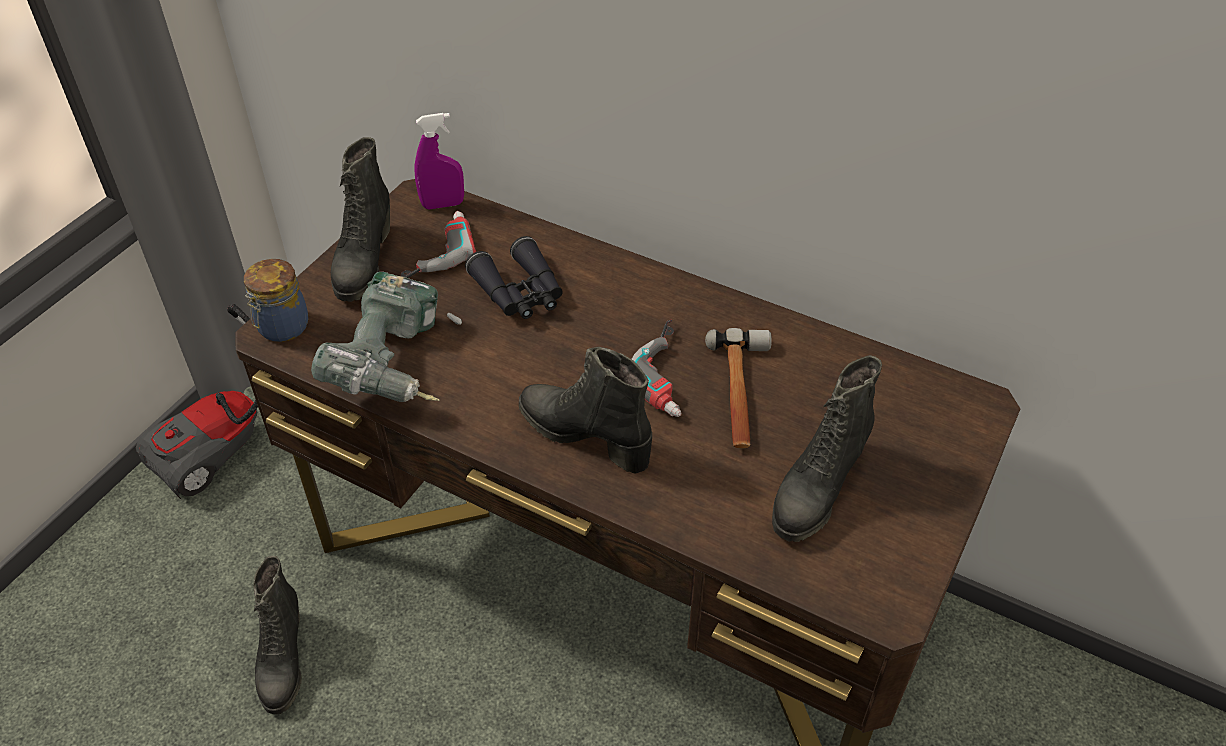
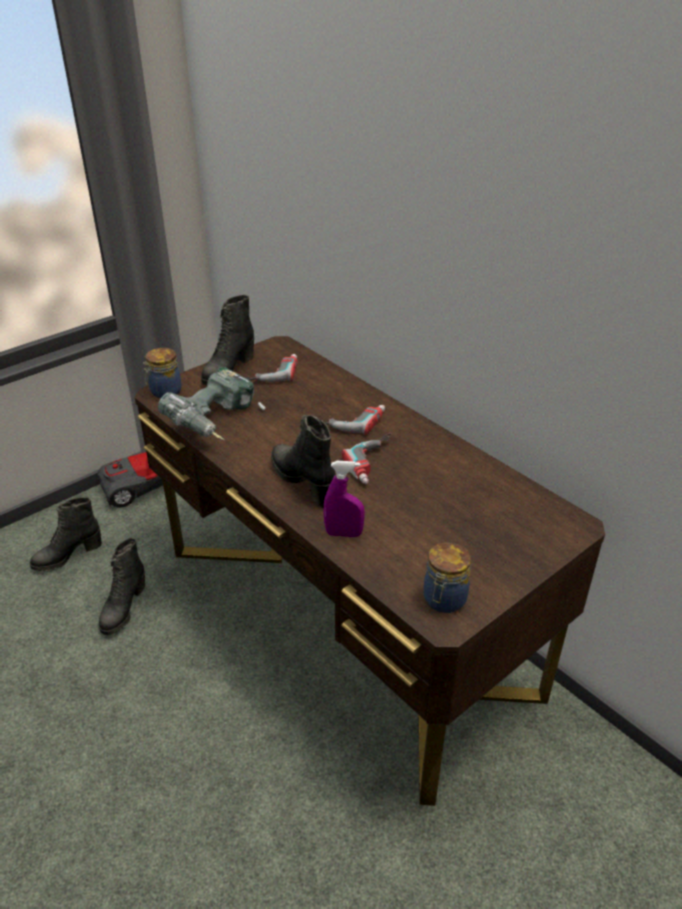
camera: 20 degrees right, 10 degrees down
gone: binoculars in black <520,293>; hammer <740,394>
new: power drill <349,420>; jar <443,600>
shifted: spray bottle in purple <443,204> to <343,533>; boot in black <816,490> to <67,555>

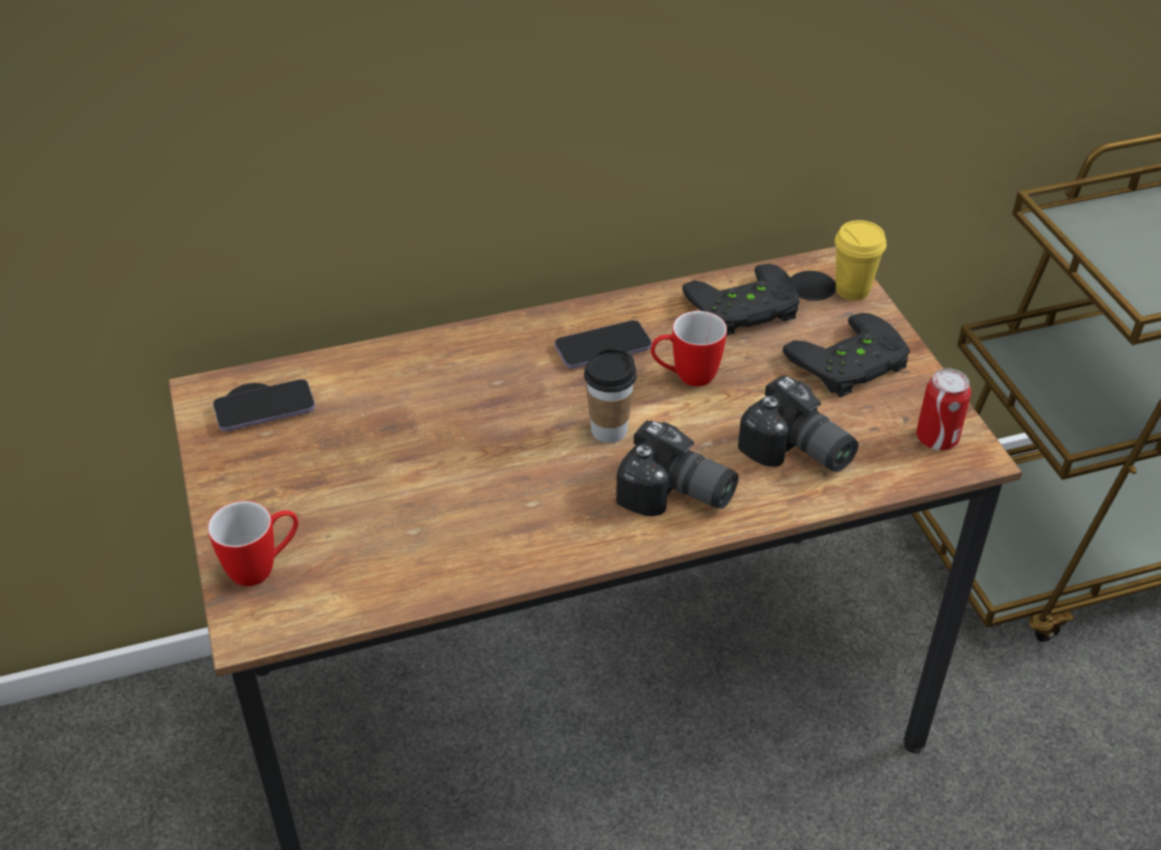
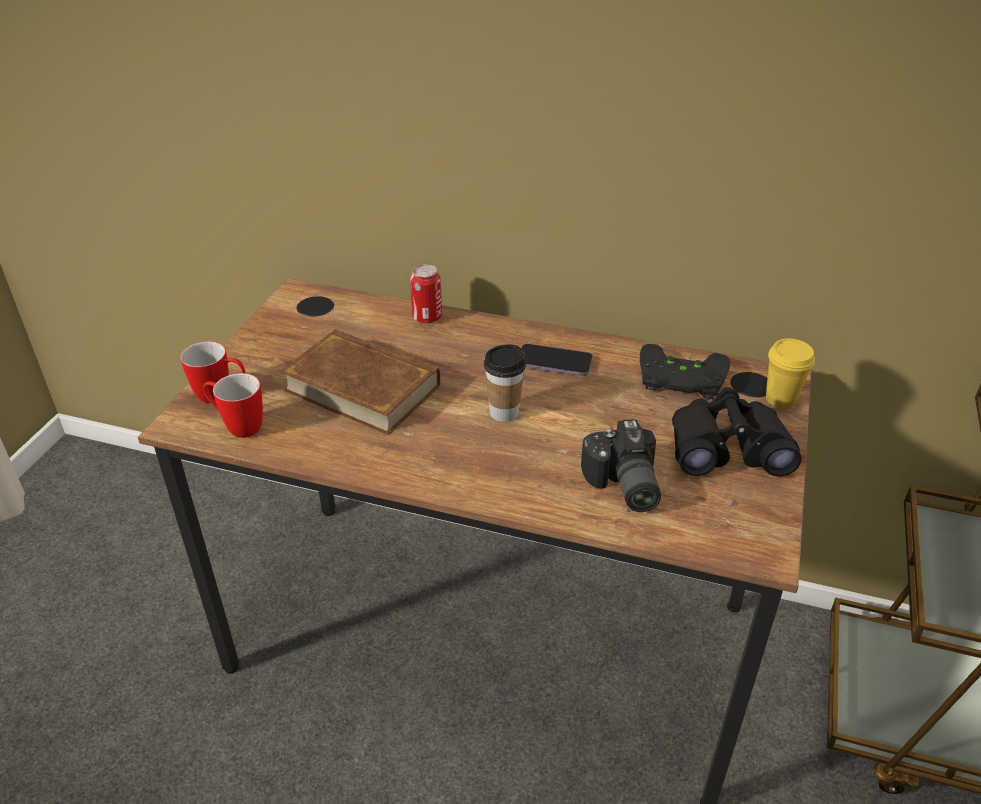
camera: 35 degrees right, 5 degrees down
gone: phone <264,408>; photo camera <676,495>
new: book in brown <362,387>
shifted: mug <685,377> to <237,426>; can <937,438> to <427,317>
swapped: game controller in black <852,365> to binoculars in black <727,448>

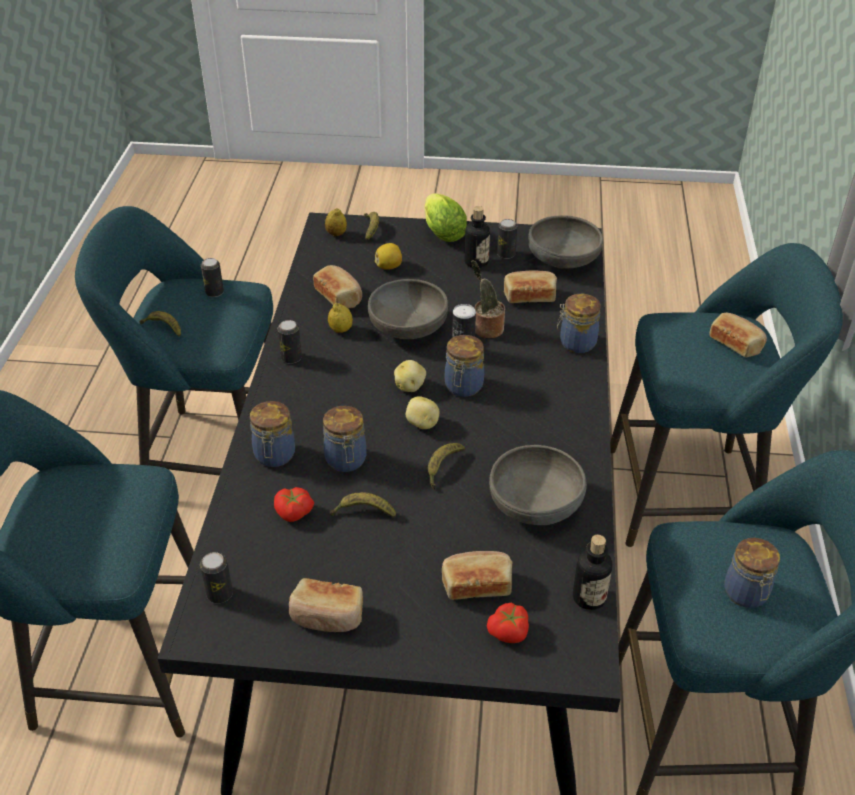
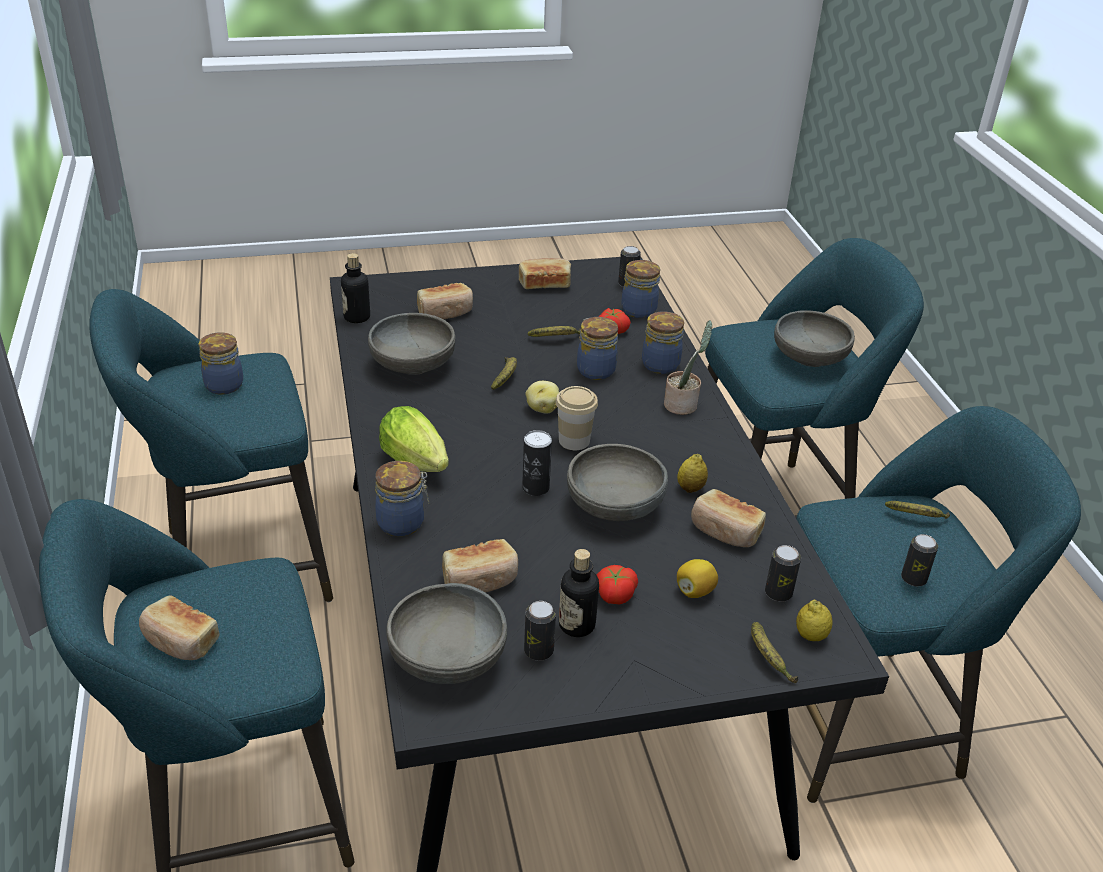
camera: 160 degrees right, 5 degrees down
new: bowl in grey <809,357>
shifted: can <291,358> to <778,593>; lettuce <441,231> to <418,464>; jar <463,387> to <638,309>; potted plant <486,329> to <683,404>; tomato <509,632> to <614,594>
swapped: potato <410,386> to cup <574,441>

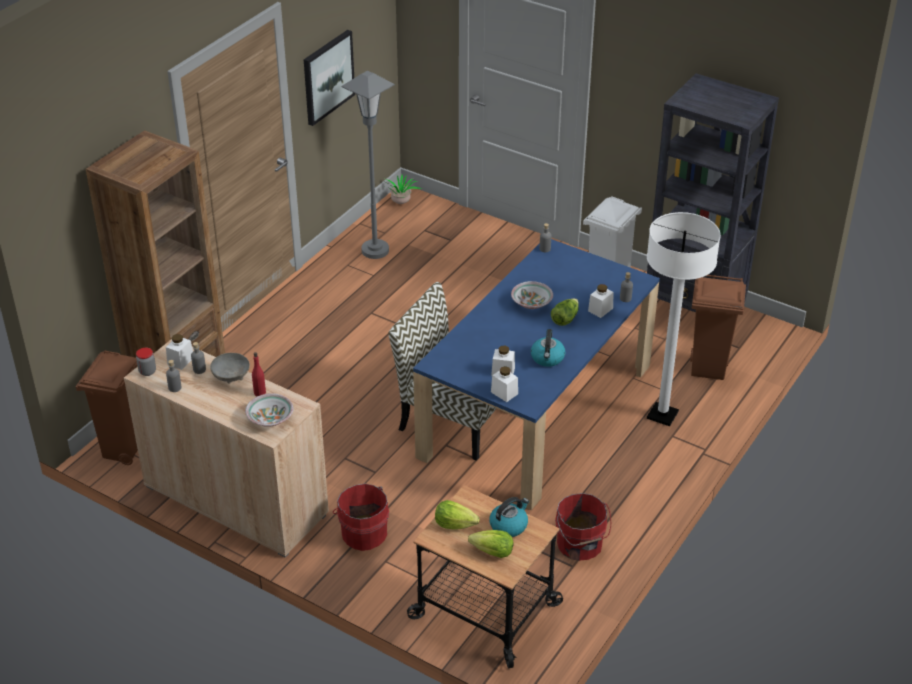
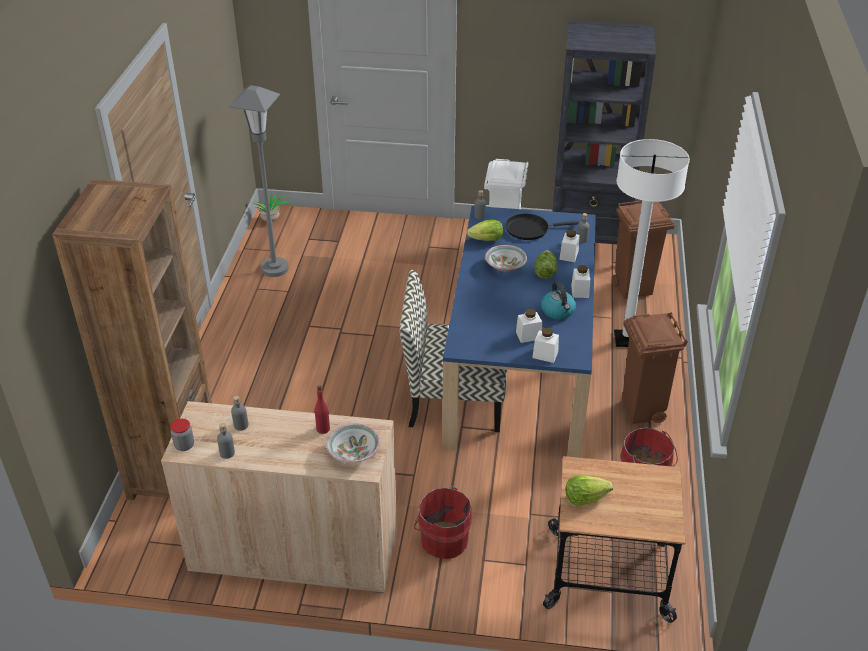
camera: 25 degrees left, 0 degrees up
gone: bowl in grey <230,377>; picture <327,77>; kettle <509,525>
new: frying pan in black <530,229>
shifted: trash can in brown <124,450> to <642,411>; jar in white <180,361> to <580,291>; lettuce <493,552> to <486,240>

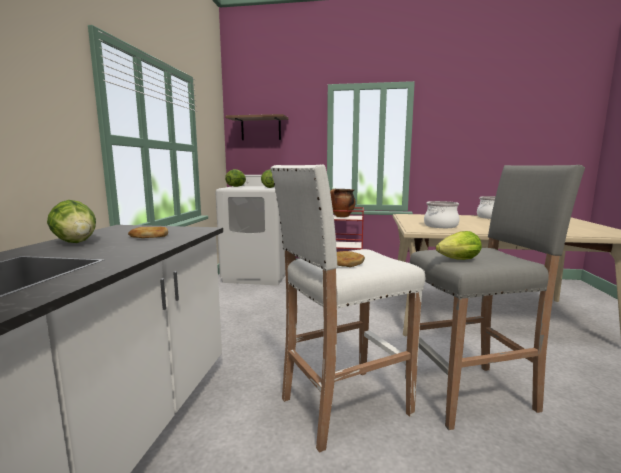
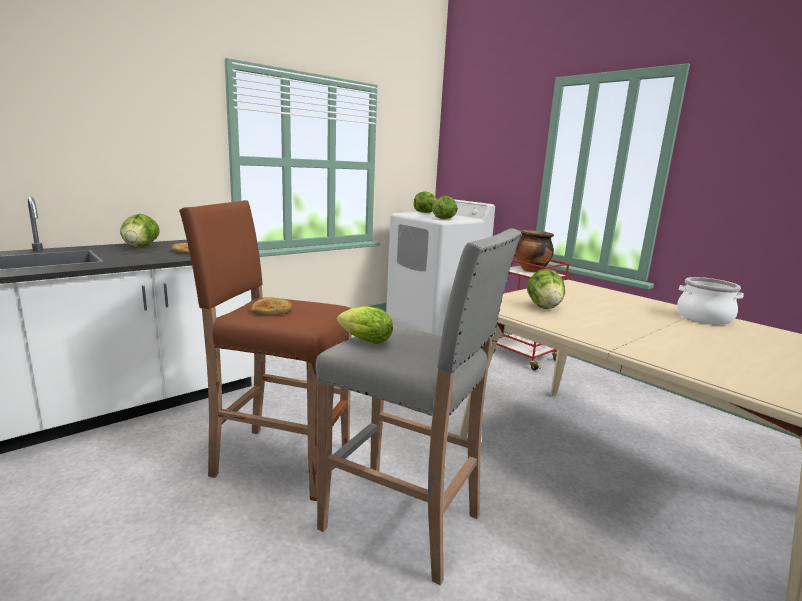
camera: 40 degrees right, 5 degrees up
gone: shelf <261,129>
swapped: cooking pot <440,226> to lettuce <544,307>
repainted: stool in white <342,407> to stool in brown <279,460>

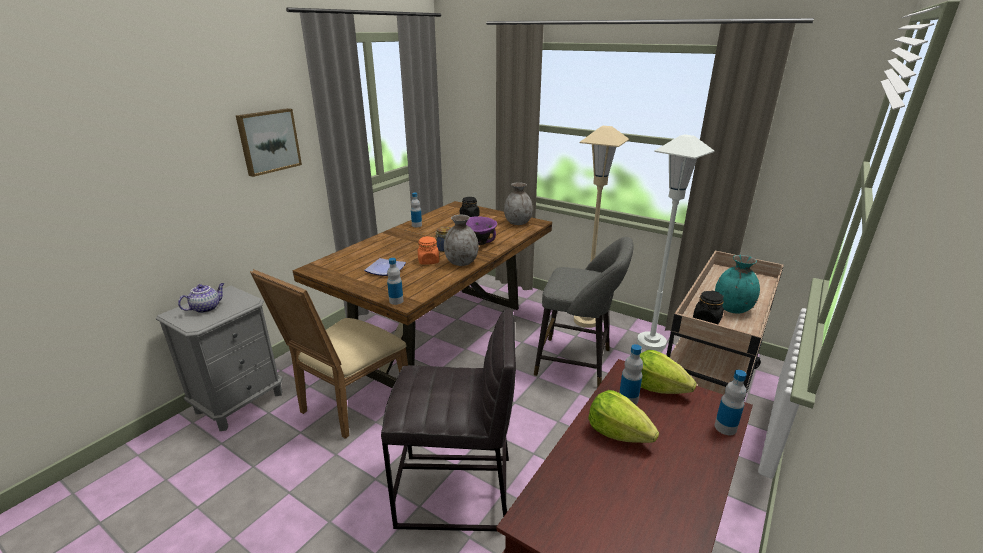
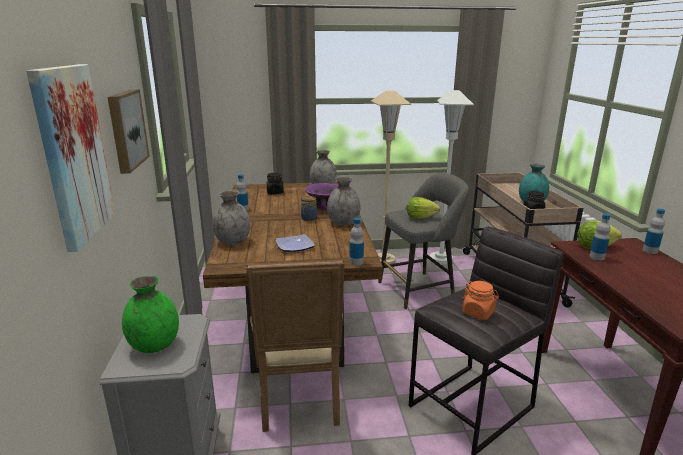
camera: 40 degrees left, 5 degrees down
new: picture <73,154>; vase in grey <233,241>
shifted: jar in orange <428,261> to <478,313>; lettuce <618,433> to <420,217>
swapped: teapot <206,308> to vase in green <154,345>

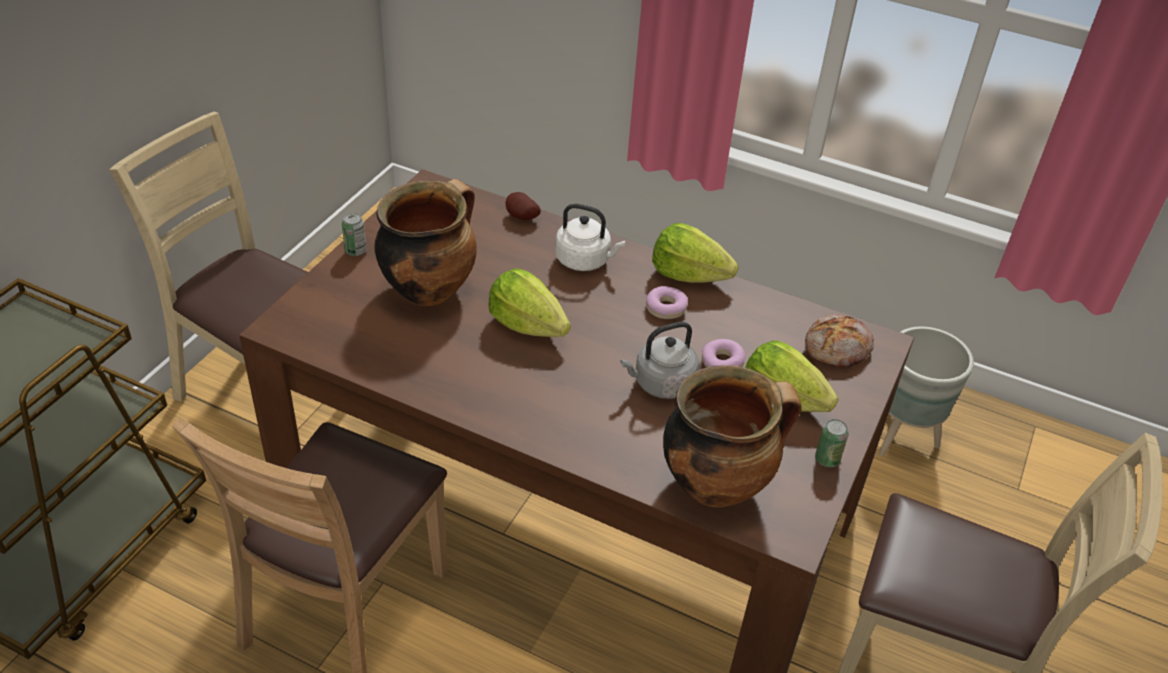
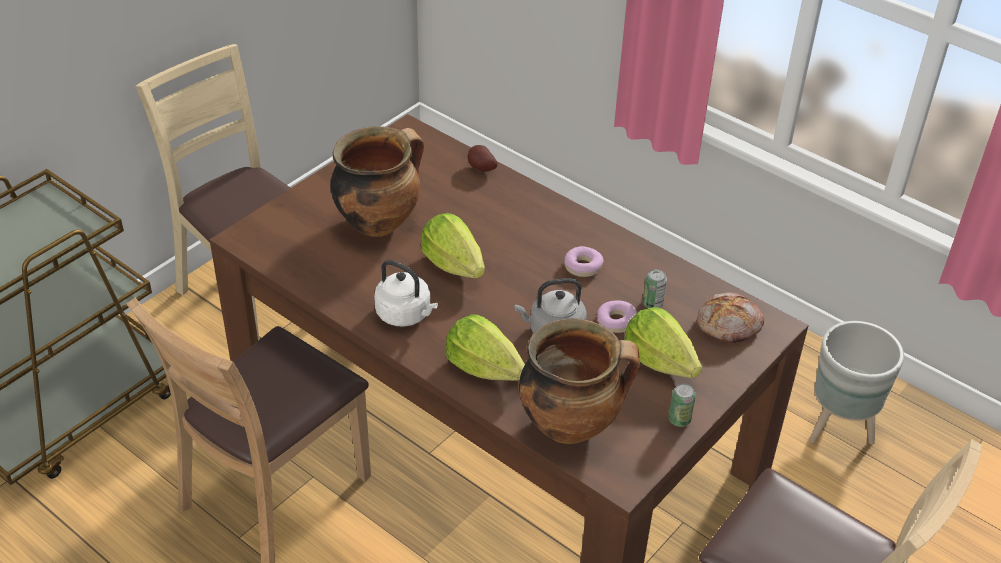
camera: 15 degrees right, 0 degrees up
shifted: can <355,251> to <652,304>; kettle in white <585,260> to <406,314>; lettuce <688,275> to <484,368>

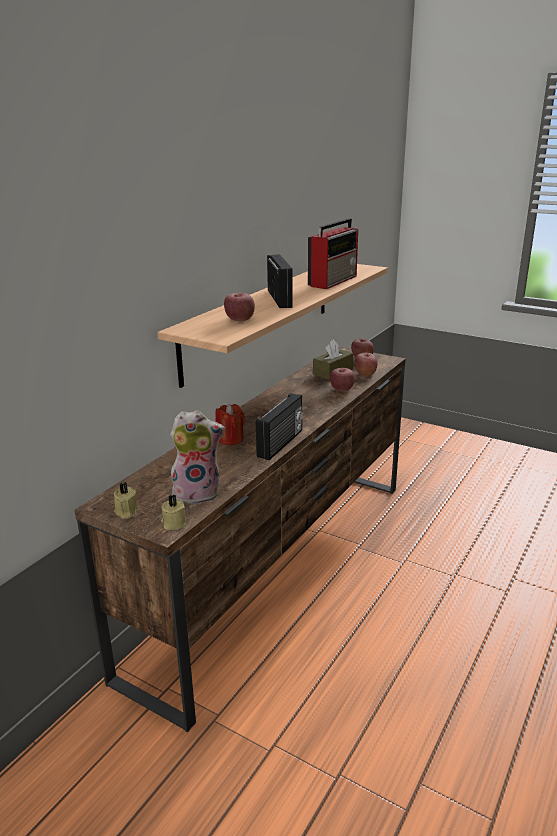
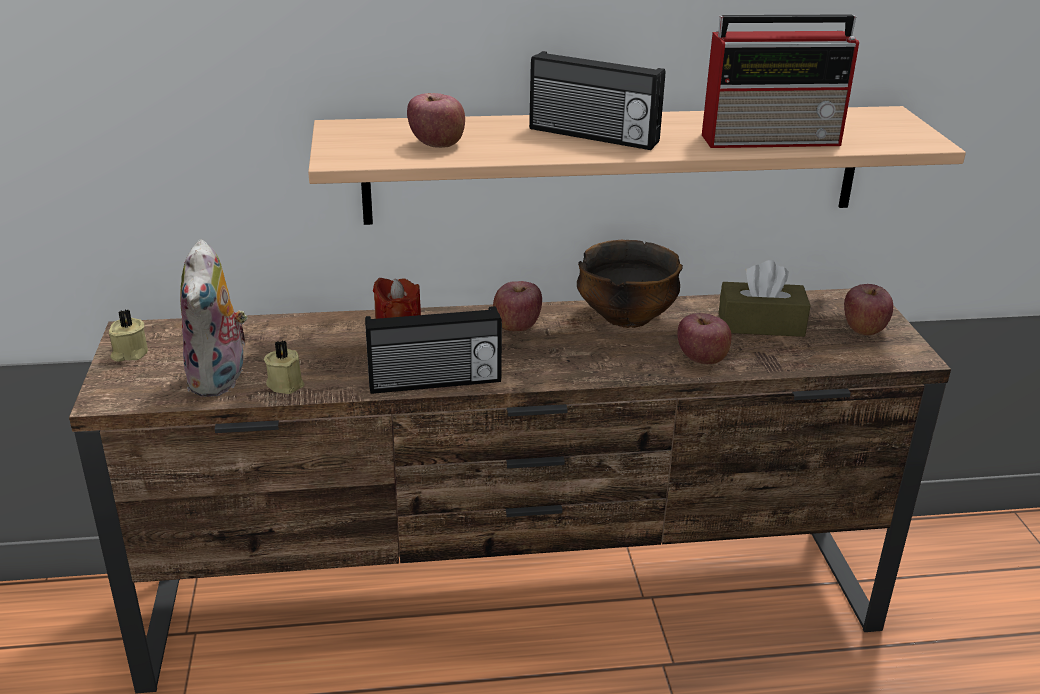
camera: 50 degrees right, 5 degrees up
new: bowl <626,318>
shifted: candle in beige <173,523> to <286,383>; apple <365,374> to <517,325>
rotated: plush toy <198,493> = <220,380> 45 degrees clockwise; radio <281,299> = <592,136> 75 degrees clockwise

